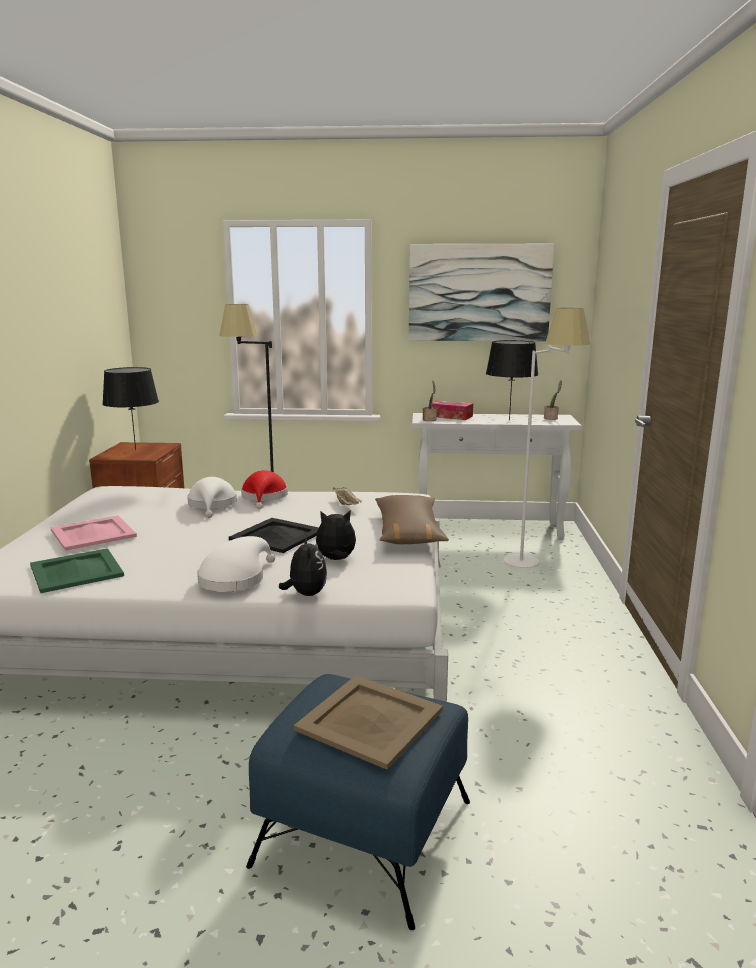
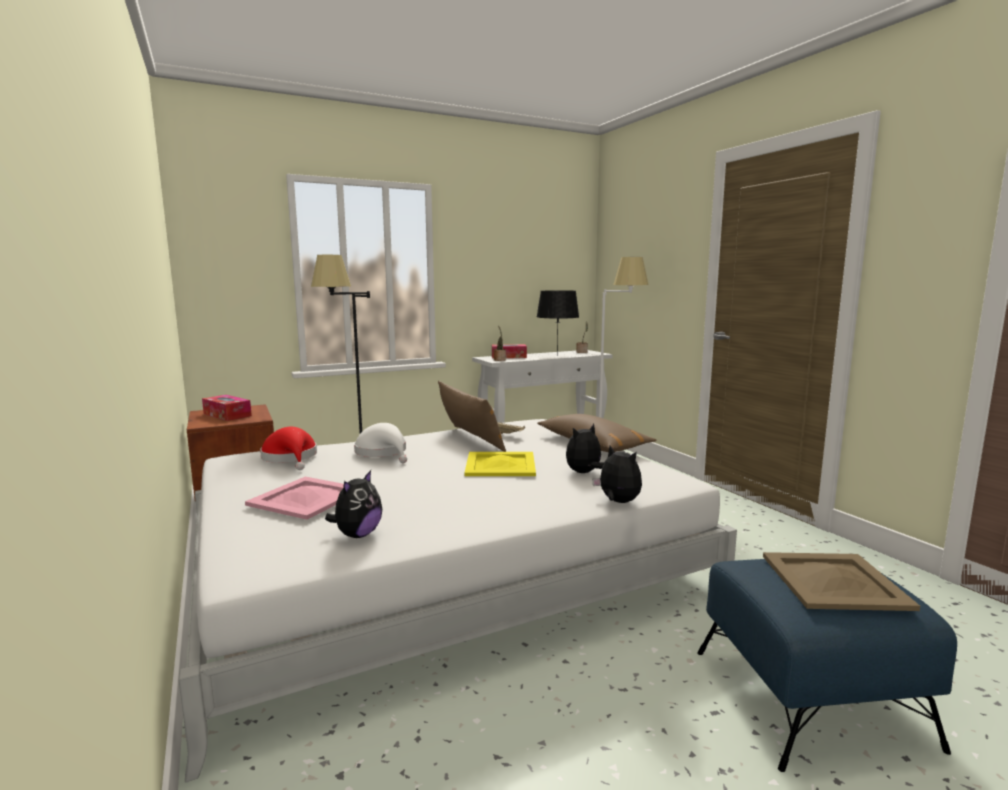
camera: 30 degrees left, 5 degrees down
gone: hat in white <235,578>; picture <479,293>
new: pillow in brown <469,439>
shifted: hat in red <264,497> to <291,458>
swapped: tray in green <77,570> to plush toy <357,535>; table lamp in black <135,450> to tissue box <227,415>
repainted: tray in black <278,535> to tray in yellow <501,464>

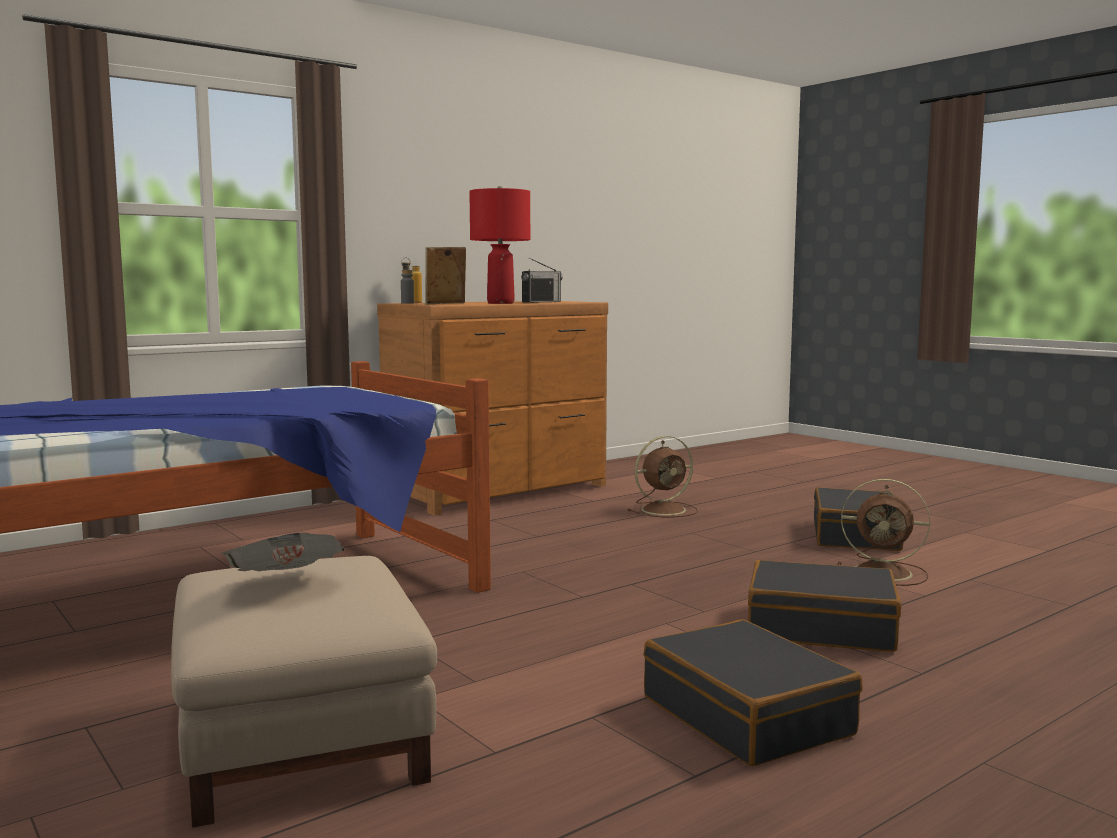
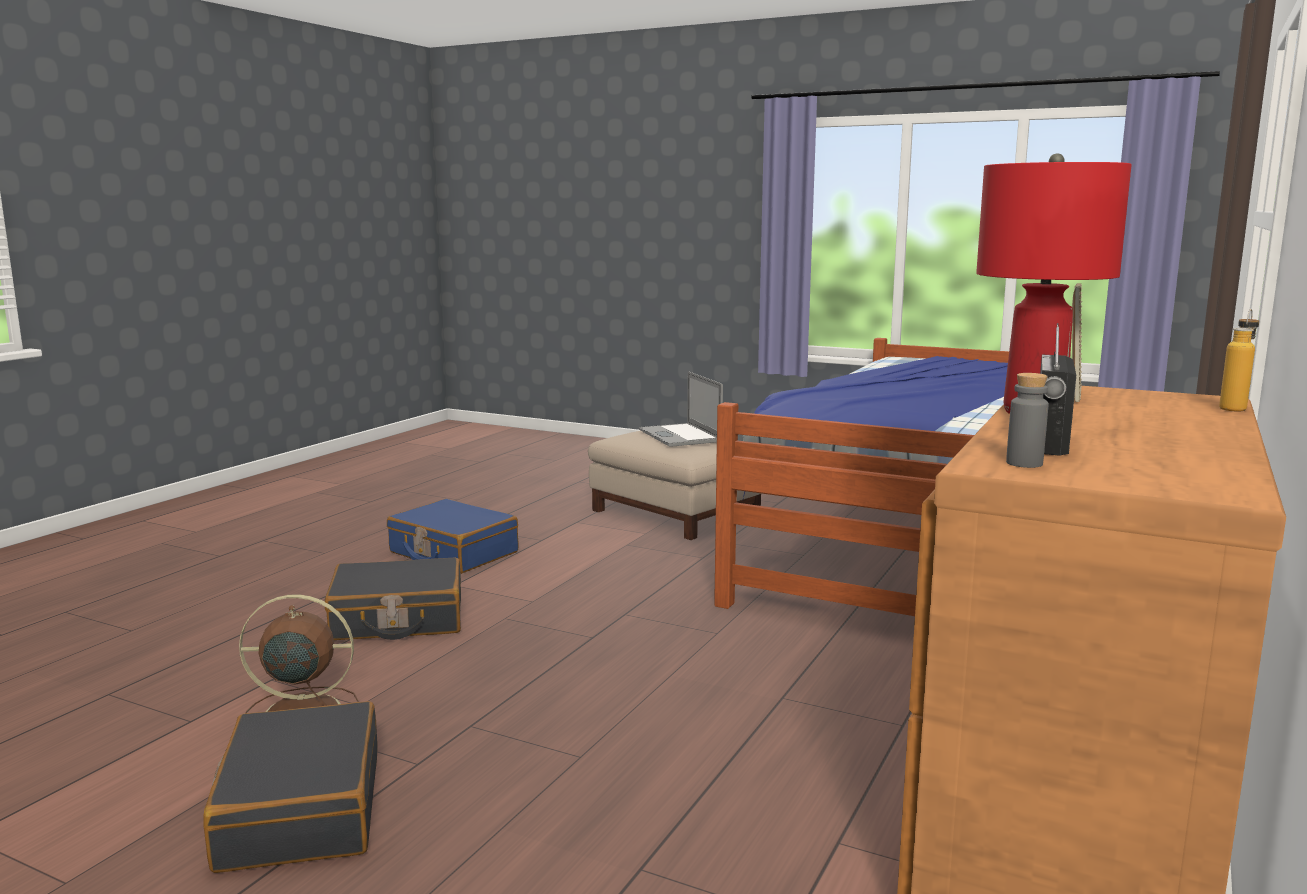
camera: 155 degrees right, 5 degrees up
gone: fan in brown <665,510>
shifted: bottle in grey <407,303> to <1024,463>
swapped: newspaper <286,585> to laptop <679,435>
repainted: suitcase in black <747,716> to suitcase in blue <453,553>

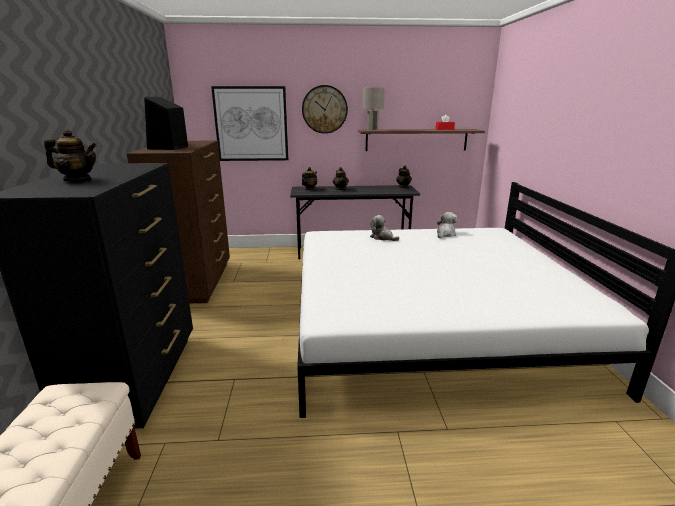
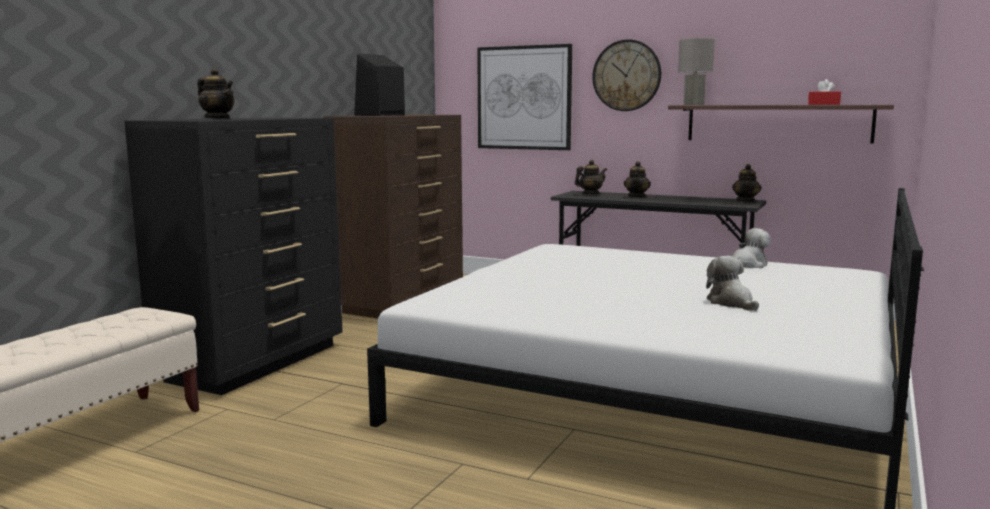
camera: 30 degrees right, 10 degrees down
shifted: plush toy <382,237> to <731,303>

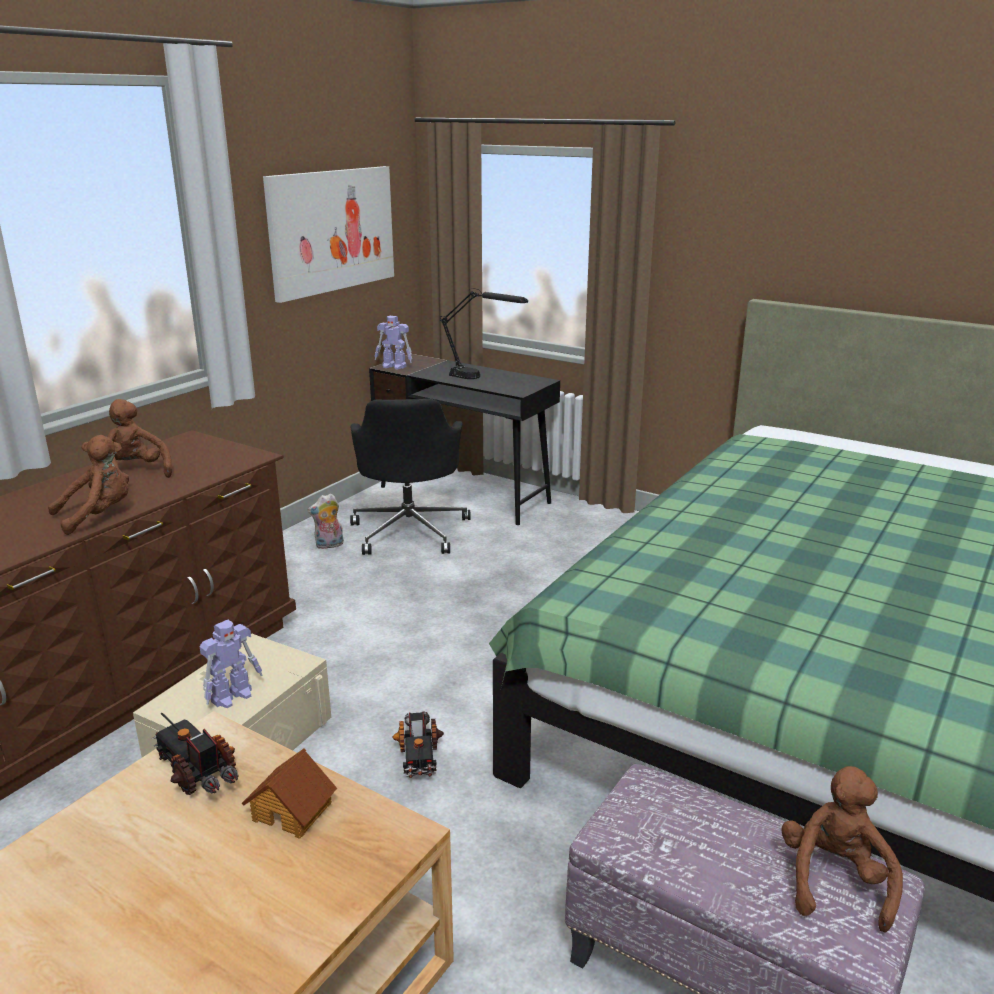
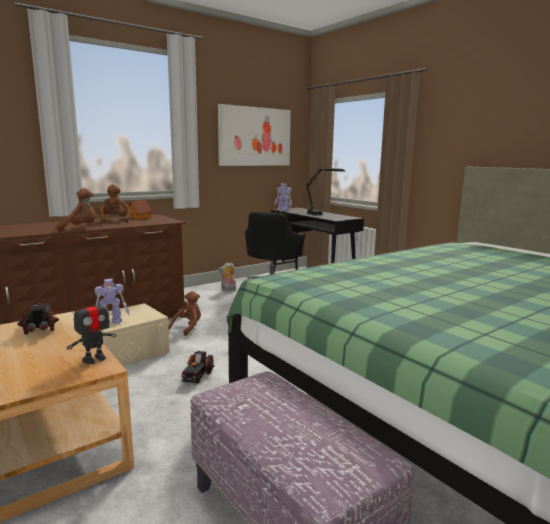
camera: 20 degrees right, 10 degrees down
new: toy robot <94,359>
shifted: toy house <293,810> to <140,217>; plush toy in brown <834,880> to <188,328>

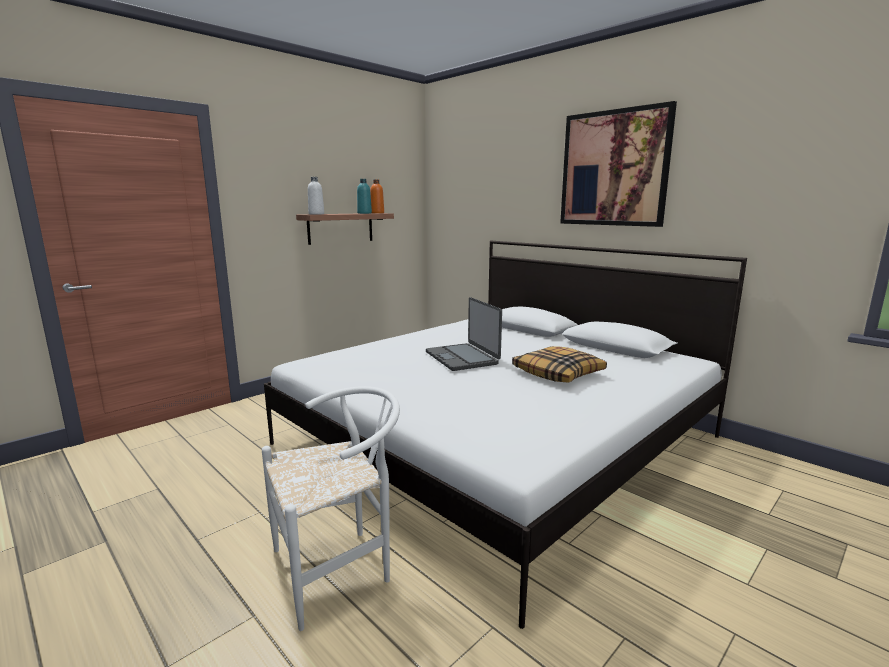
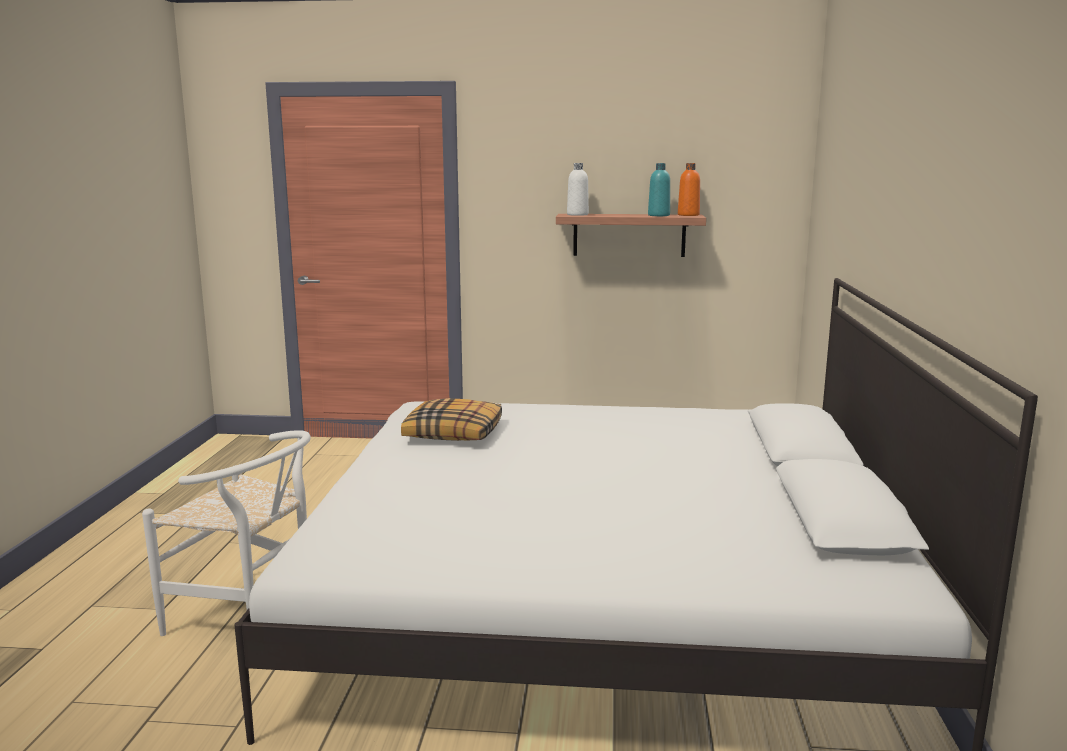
camera: 50 degrees right, 0 degrees up
gone: laptop <462,358>; picture <613,168>
shifted: pillow <558,373> to <454,433>

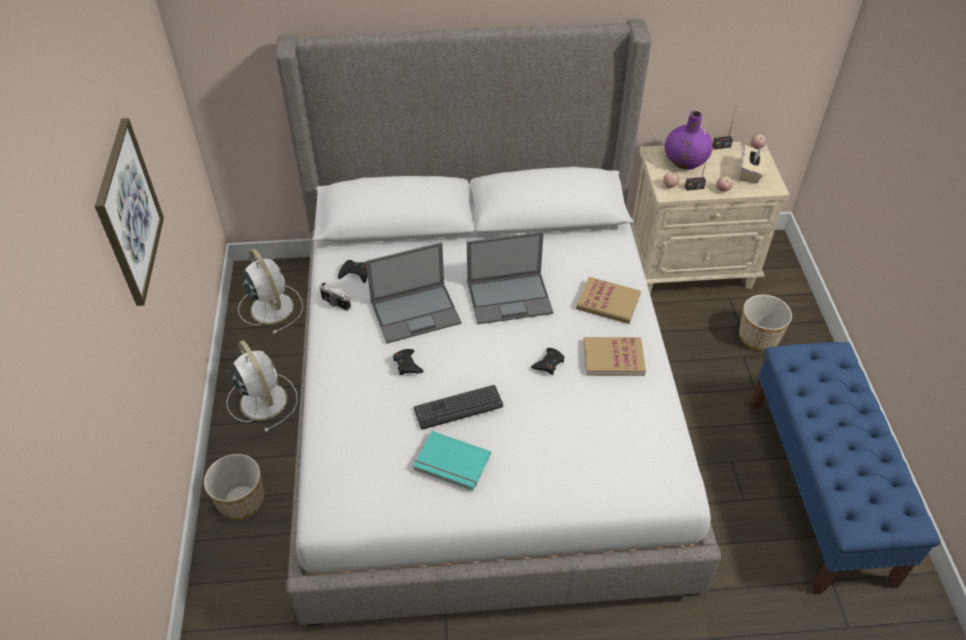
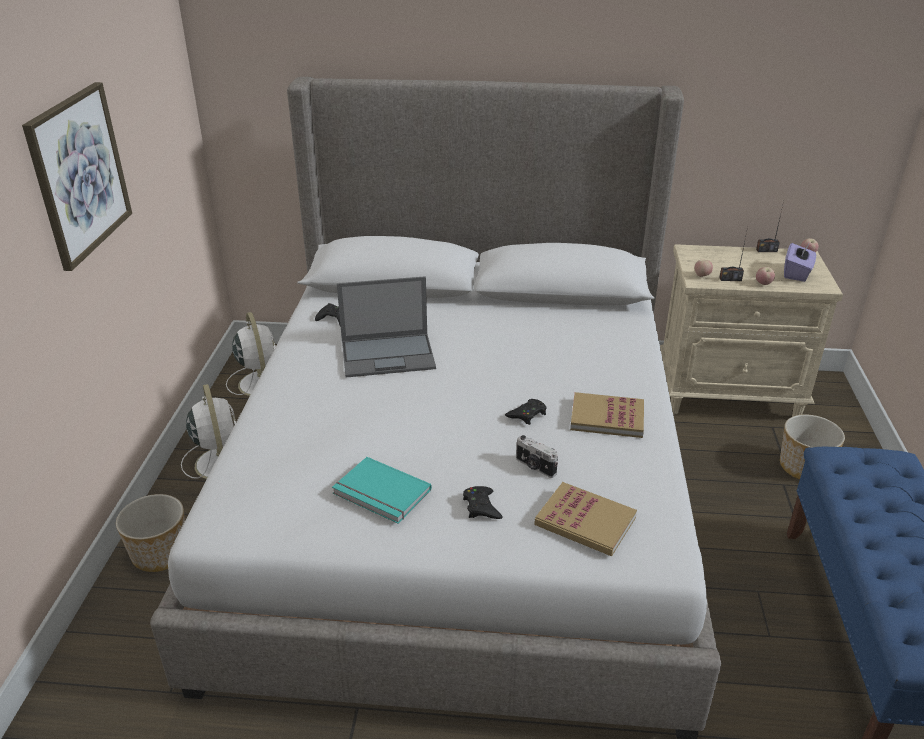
camera: 10 degrees right, 15 degrees down
gone: keyboard <458,407>; laptop <510,298>; vase in purple <685,161>
shifted: photo camera <335,303> to <535,467>; game controller in black <407,365> to <481,507>; book <608,302> to <585,521>
repainted: tissue box in beige <749,173> to tissue box in purple <797,273>

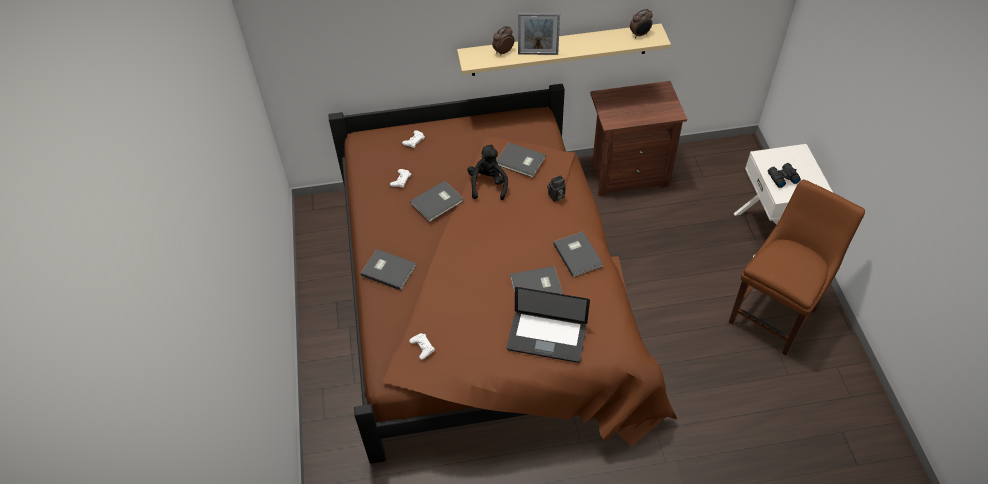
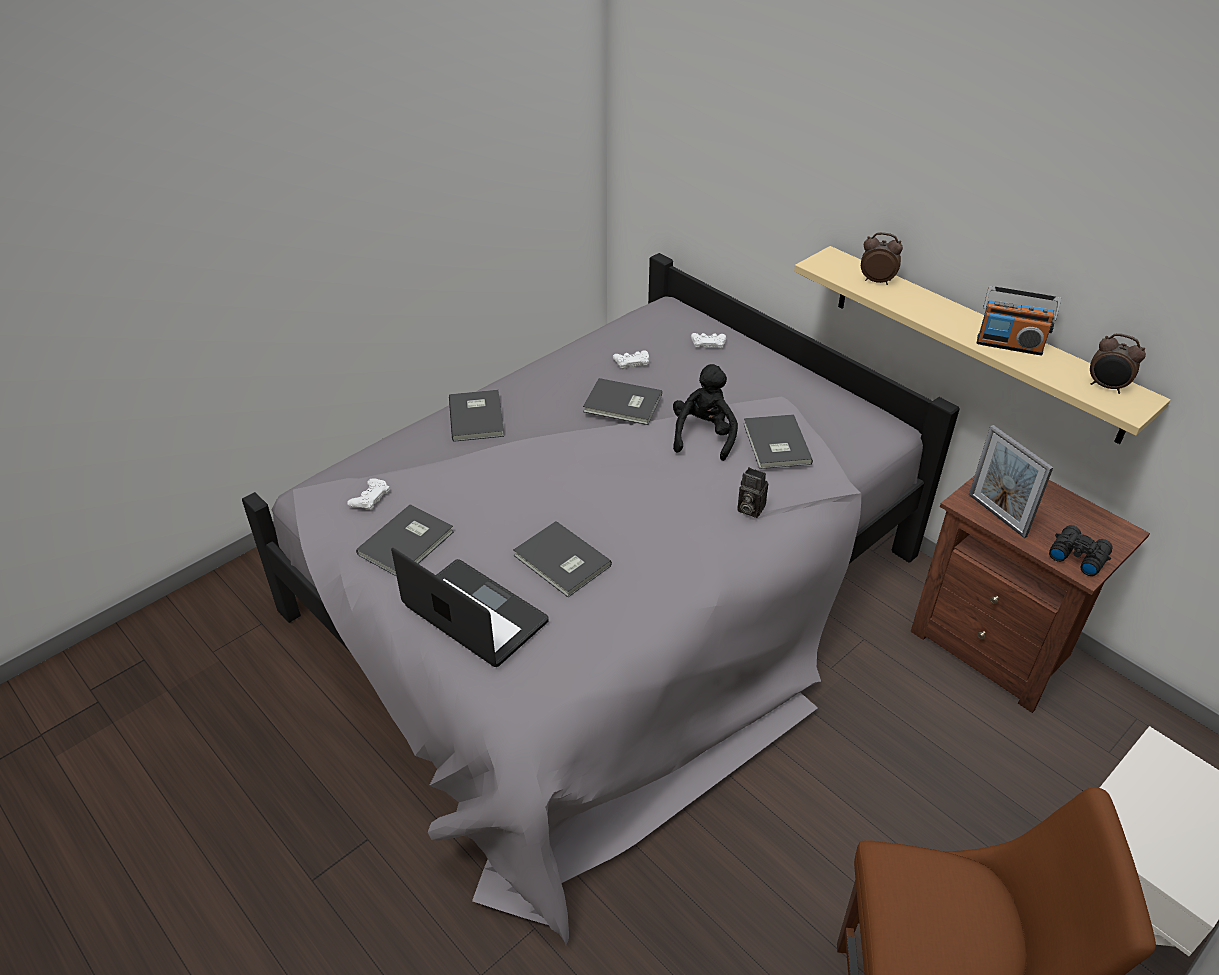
camera: 55 degrees right, 10 degrees down
new: radio <1009,345>
shifted: picture frame <538,53> to <997,515>; book in grey <578,254> to <408,543>; binoculars in black <782,178> to <1077,555>
repainted: bed in brown <489,301> to bed in grey <607,601>
rotated: plush toy in black <488,184> = <703,436> 45 degrees counterclockwise; laptop <546,337> = <475,614> 150 degrees clockwise

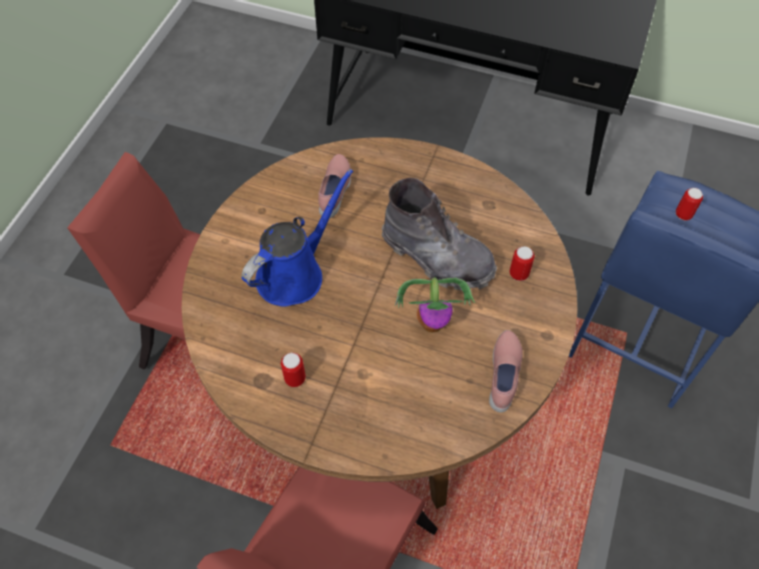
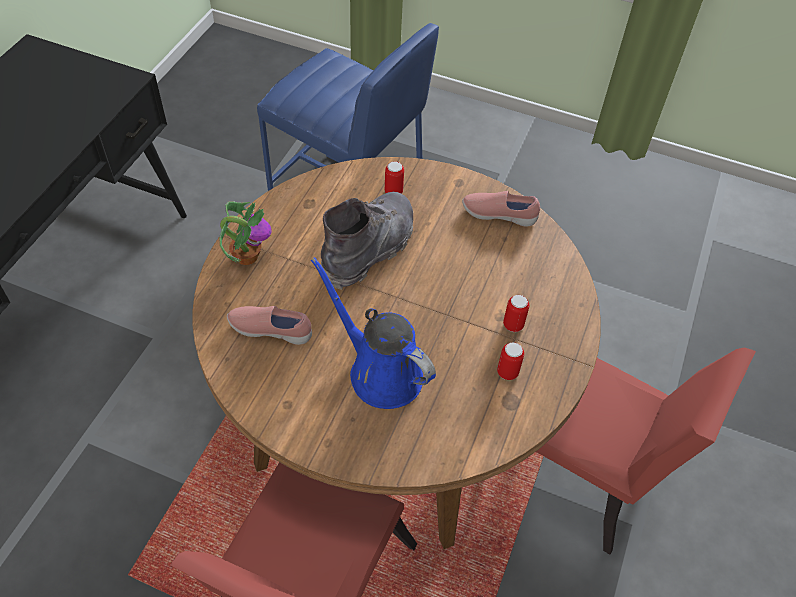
camera: 90 degrees left, 5 degrees down
shifted: potted plant <433,322> to <246,256>; can <683,214> to <513,325>

